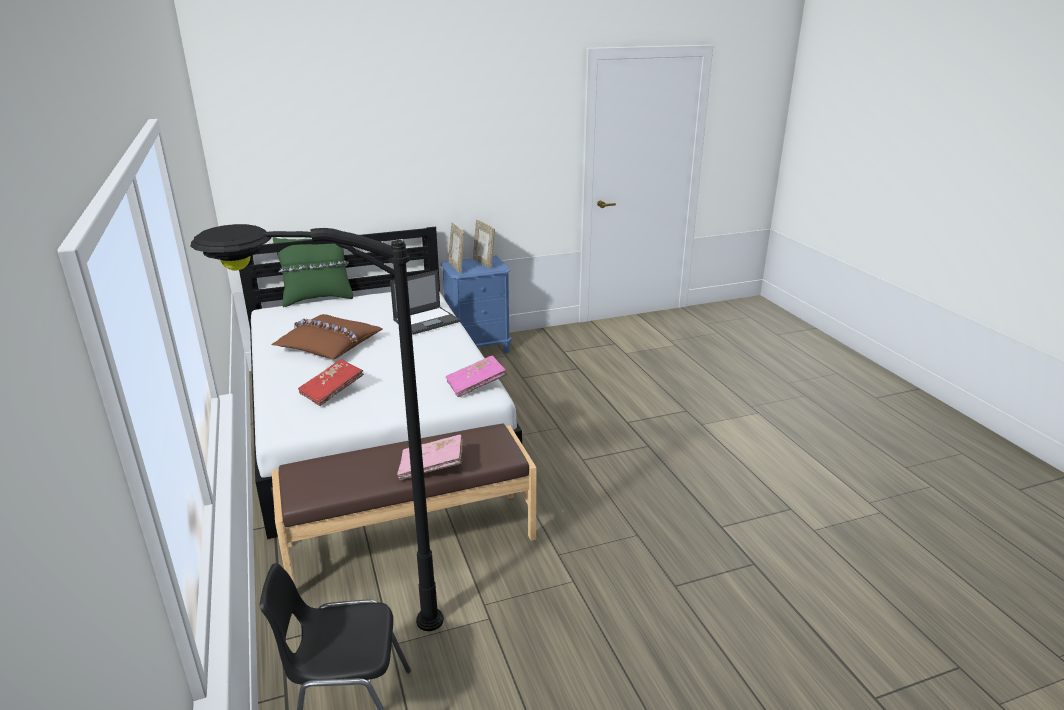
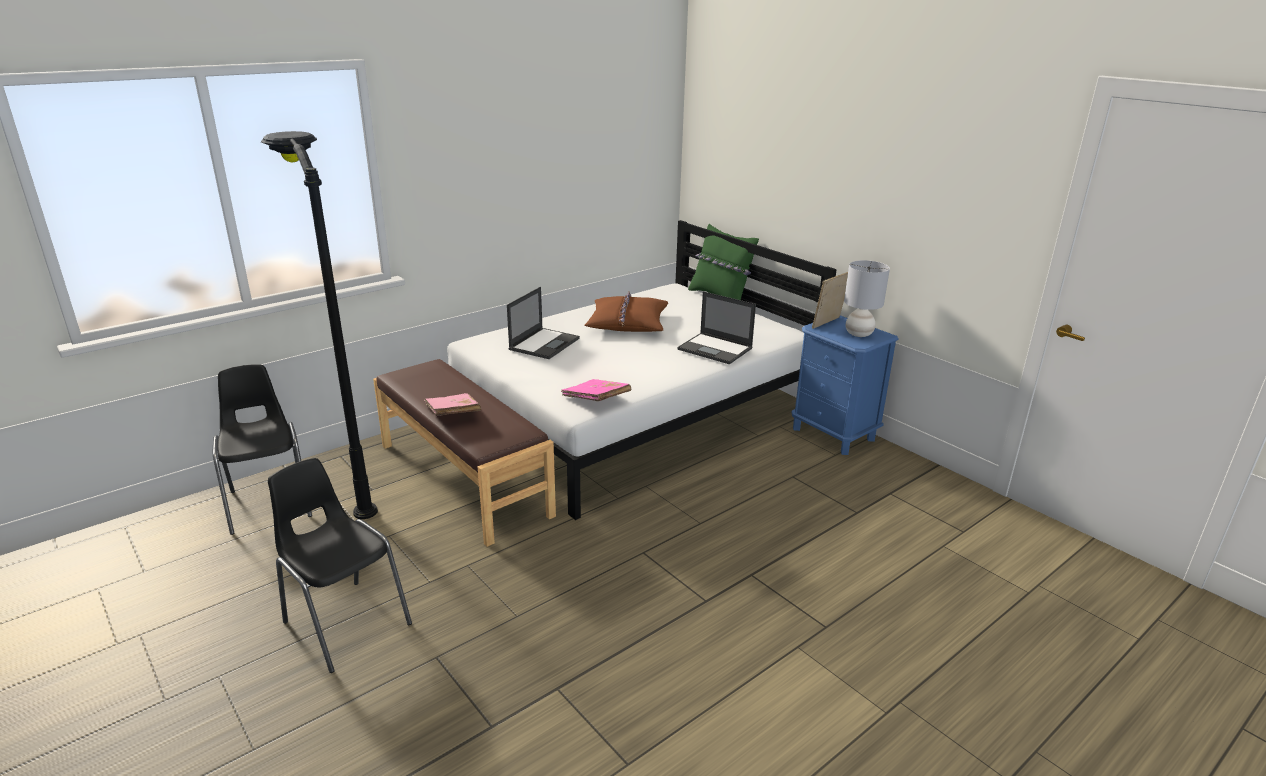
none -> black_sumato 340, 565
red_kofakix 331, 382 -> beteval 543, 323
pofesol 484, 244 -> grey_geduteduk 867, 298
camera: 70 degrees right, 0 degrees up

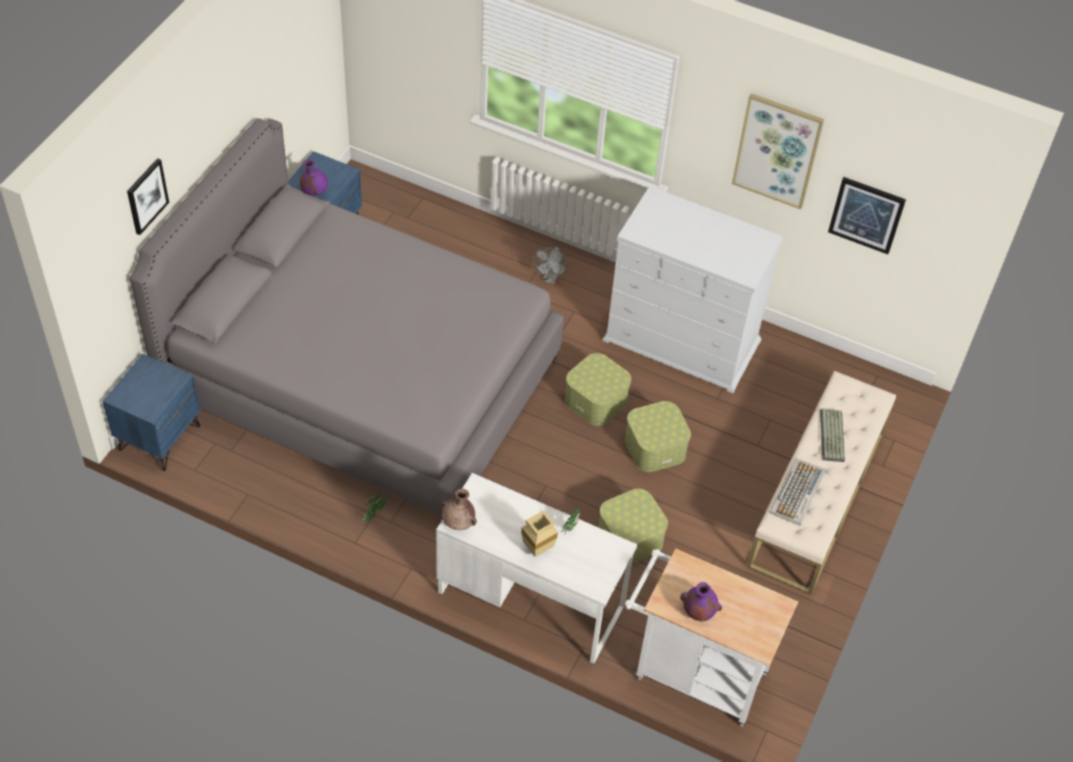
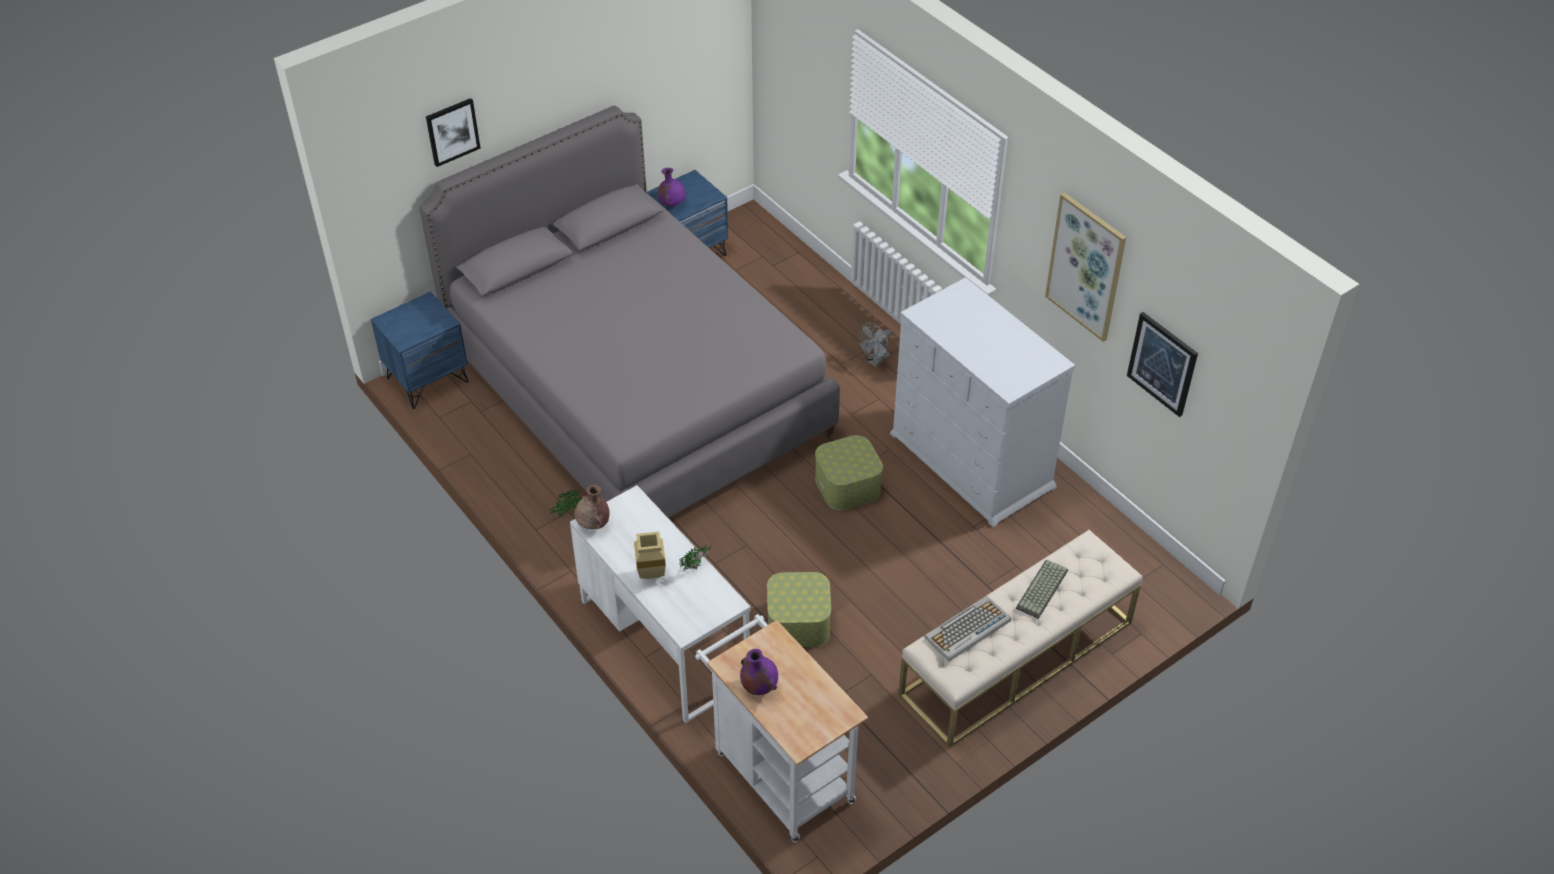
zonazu 658, 436 -> none
camera: 30 degrees right, 5 degrees down

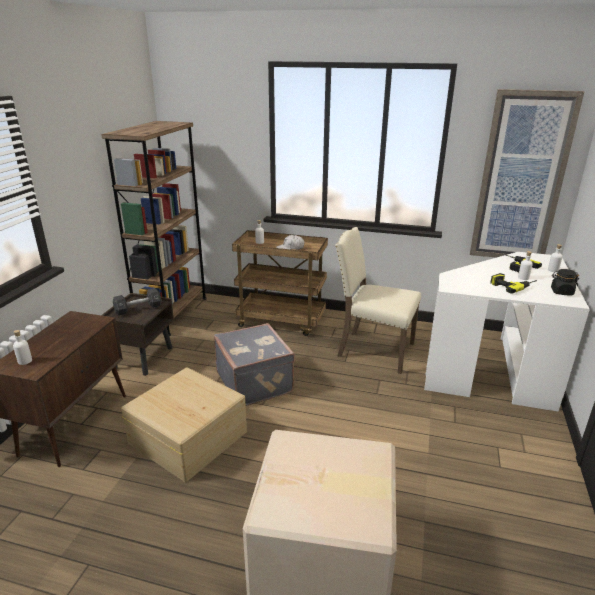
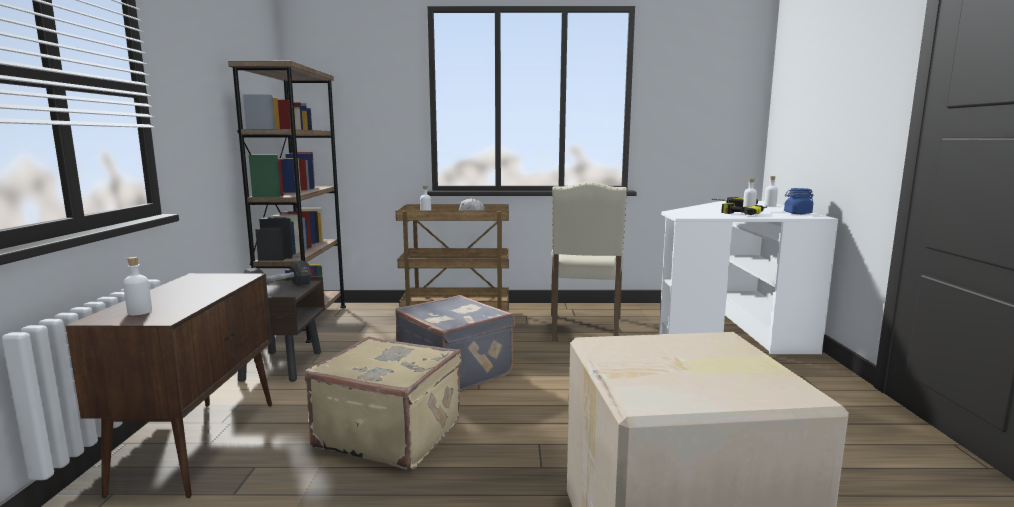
beige_zonazu 184, 424 -> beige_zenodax 383, 403
beige_sumato 378, 300 -> beige_sumato 589, 261, 90 degrees counterclockwise
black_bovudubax 565, 282 -> blue_bovudubax 799, 201
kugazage 527, 173 -> none
camera: 15 degrees left, 15 degrees down

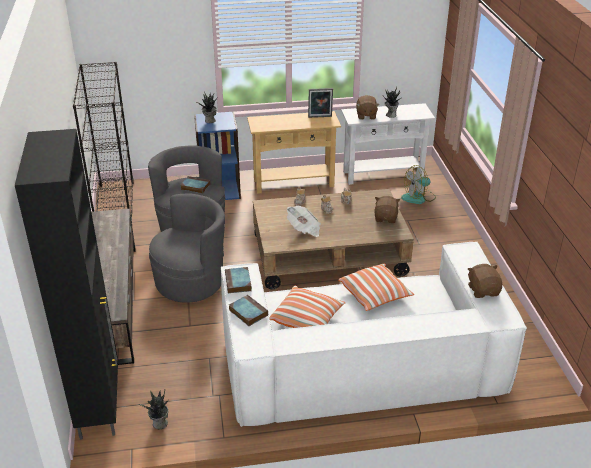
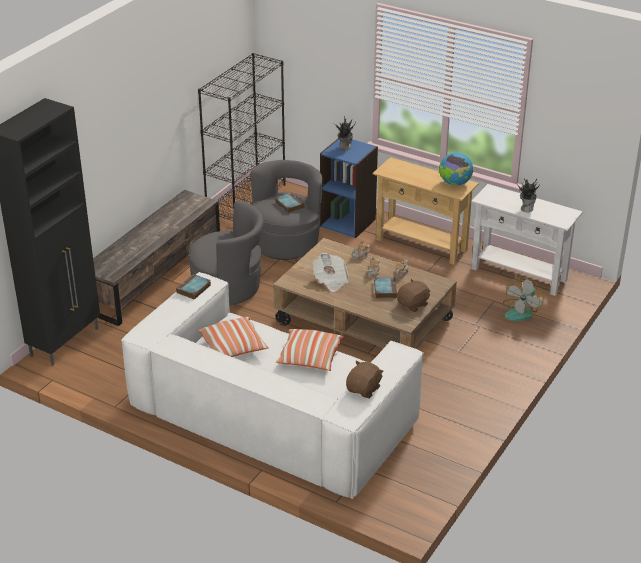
kofakix 248, 310 -> kofakix 385, 287, shifted
pofesol 320, 103 -> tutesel 456, 169
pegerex 418, 184 -> pegerex 523, 299, 75 degrees counterclockwise
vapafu 153, 409 -> none
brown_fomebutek 367, 107 -> none
camera: 40 degrees right, 0 degrees up

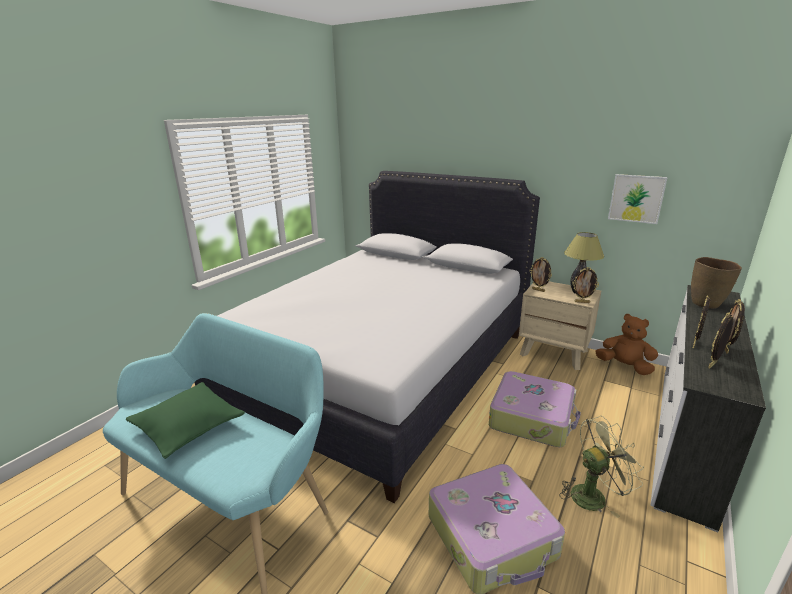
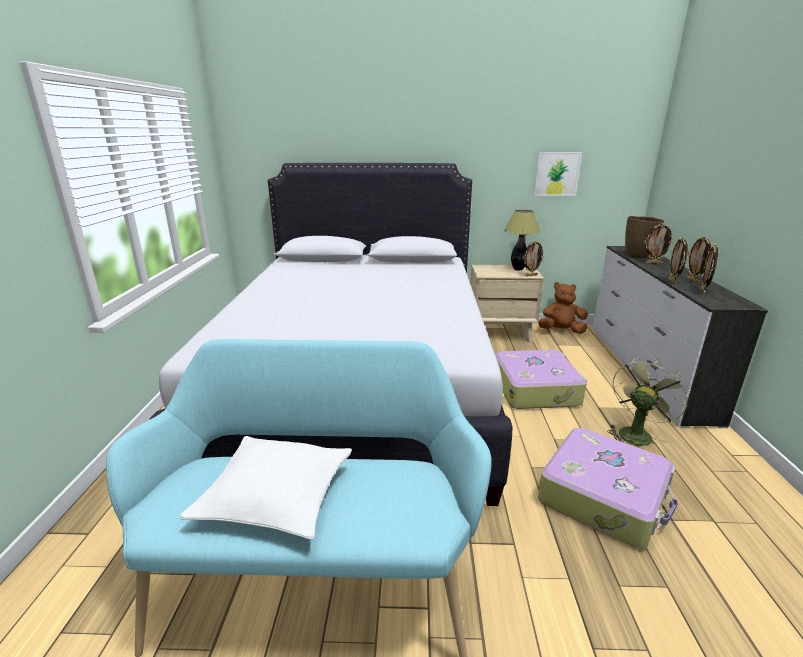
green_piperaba 185, 420 -> white_piperaba 266, 488
pofesol 540, 274 -> pofesol 659, 243, shifted
camera: 30 degrees left, 0 degrees up

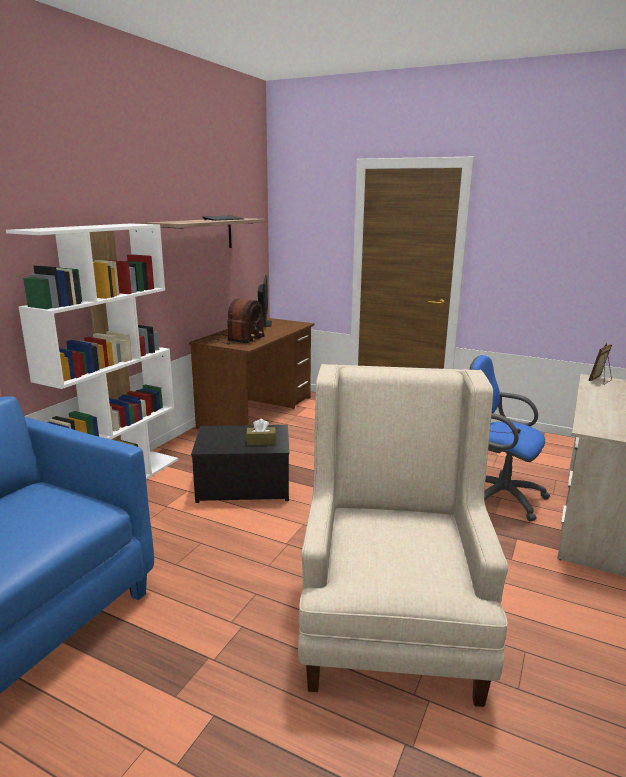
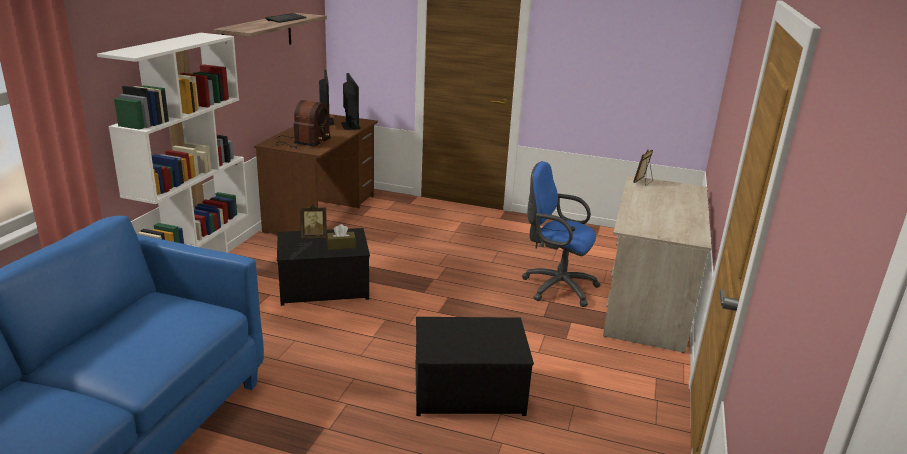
none -> pofesol 313, 221
none -> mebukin 351, 101
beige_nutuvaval 403, 535 -> zonazu 474, 366
camera: 10 degrees left, 5 degrees up

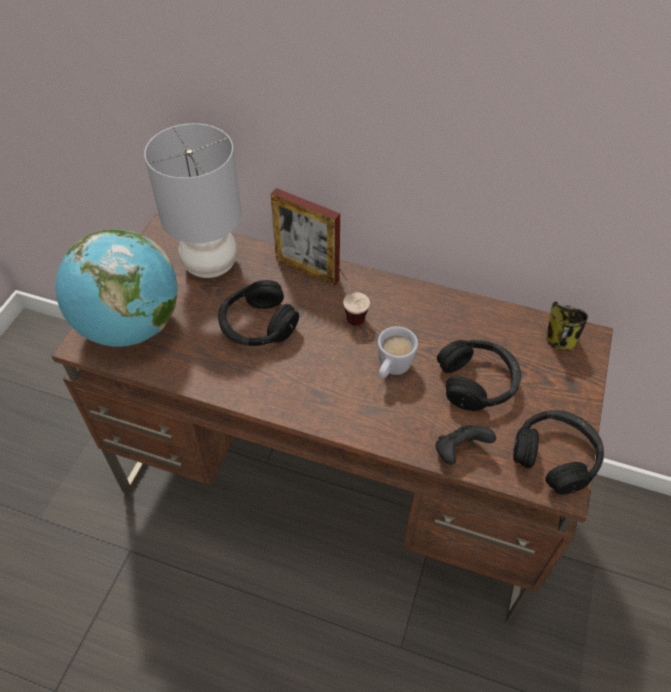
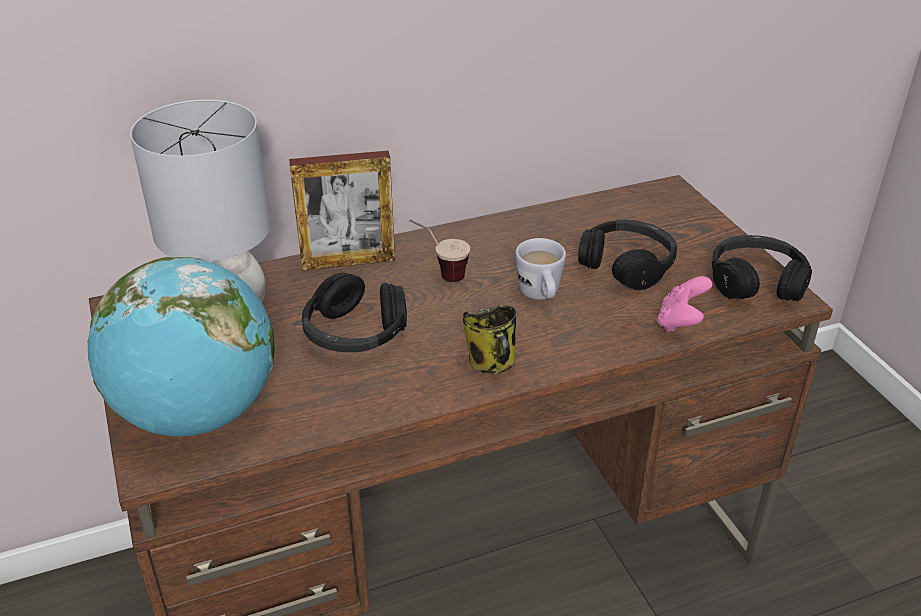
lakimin 567, 326 -> lakimin 489, 339, shifted
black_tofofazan 465, 445 -> pink_tofofazan 684, 304
camera: 40 degrees left, 15 degrees down

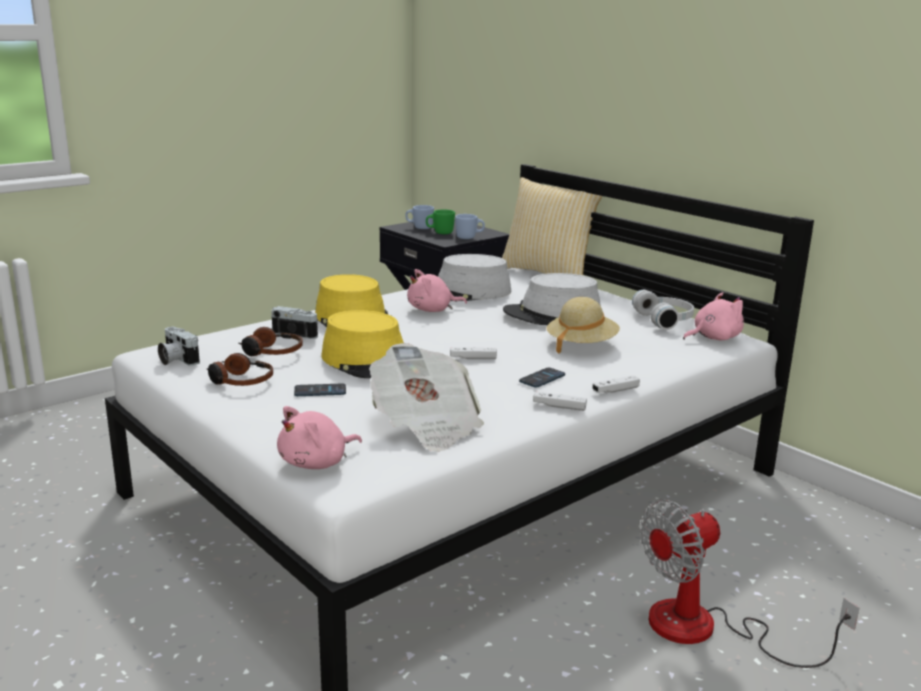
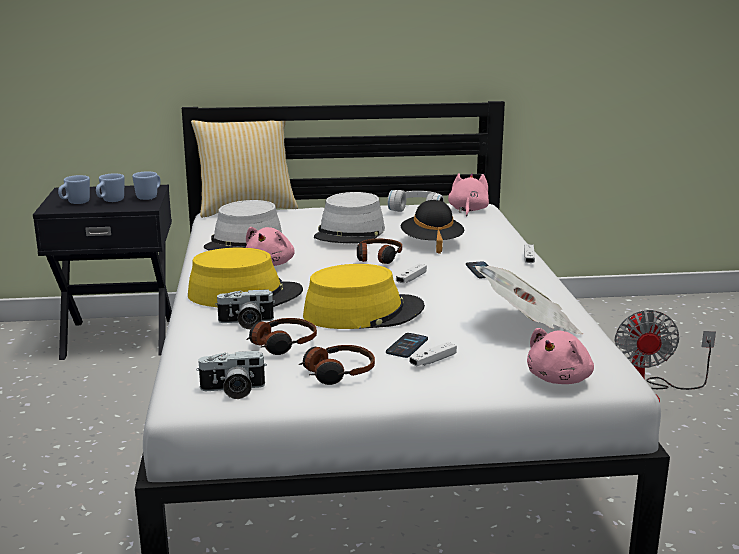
green_lakimin 440, 221 -> blue_lakimin 110, 188
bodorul 295, 322 -> bodorul 245, 309, 150 degrees counterclockwise
none -> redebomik 379, 251
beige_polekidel 583, 325 -> black_polekidel 432, 227
white_tofofazan 560, 401 -> white_tofofazan 433, 354, shifted
pink_fomebutek 319, 437 -> pink_fomebutek 560, 356, 45 degrees clockwise
camera: 55 degrees left, 0 degrees up

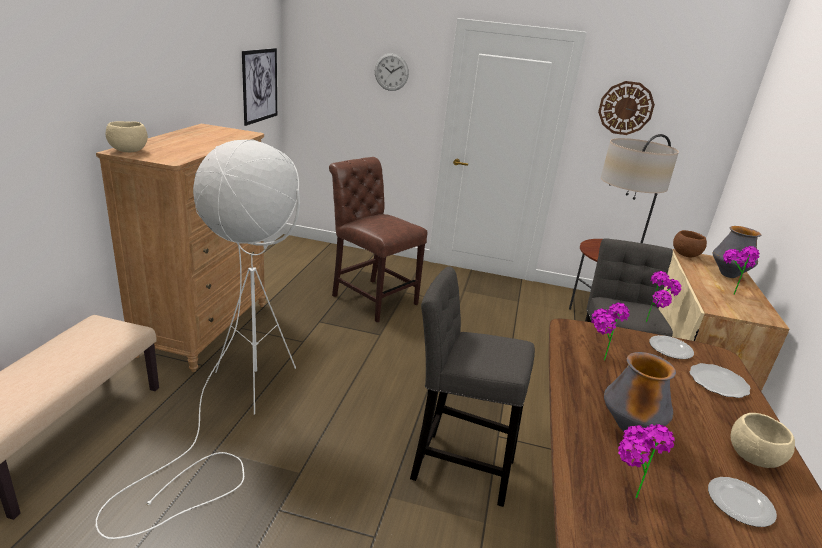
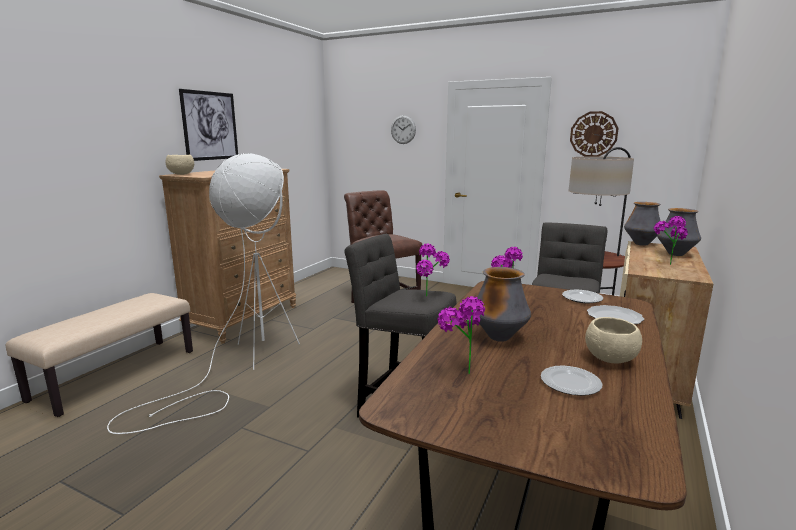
kugazage 259, 87 -> kugazage 208, 125, shifted
vapafu 664, 296 -> vapafu 433, 270, shifted
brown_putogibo 690, 243 -> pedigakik 642, 224
camera: 15 degrees right, 10 degrees down

